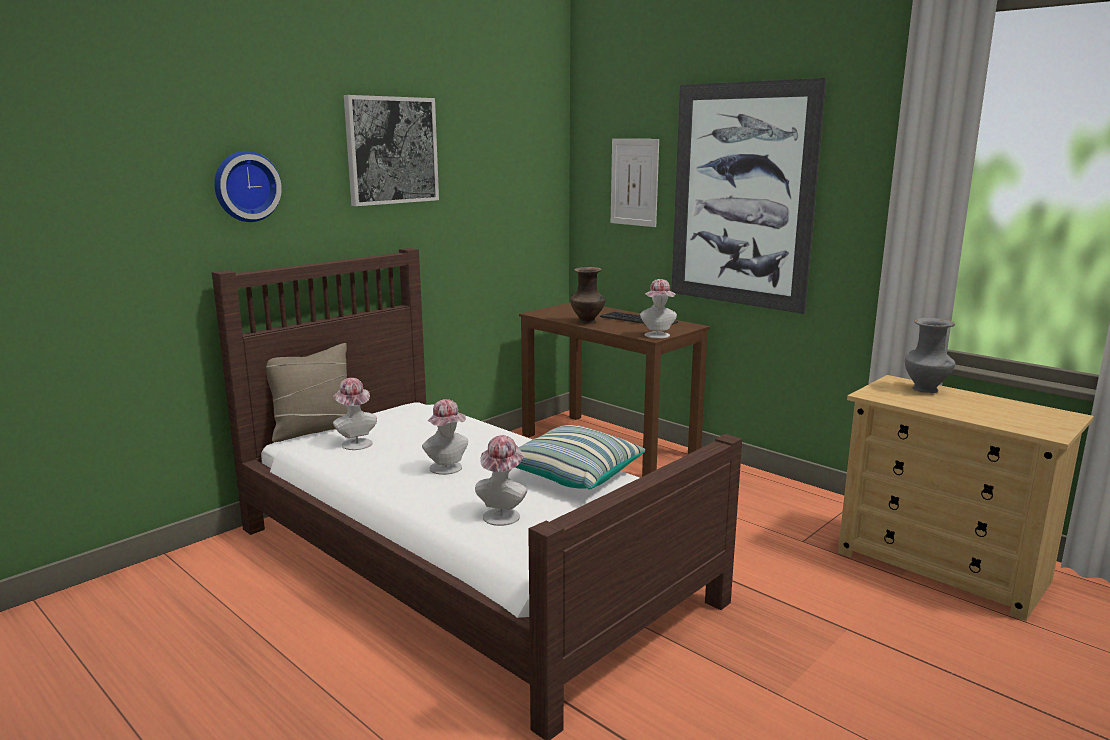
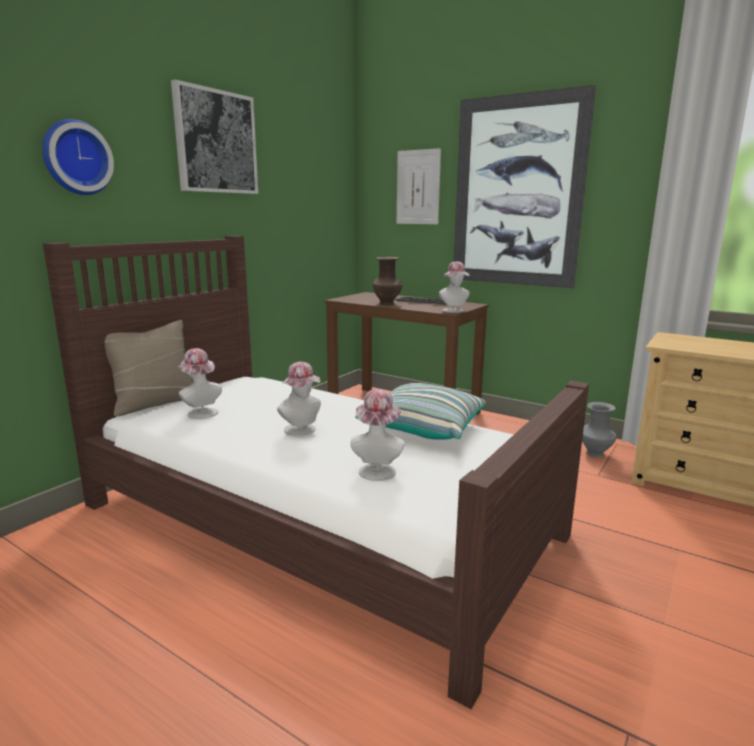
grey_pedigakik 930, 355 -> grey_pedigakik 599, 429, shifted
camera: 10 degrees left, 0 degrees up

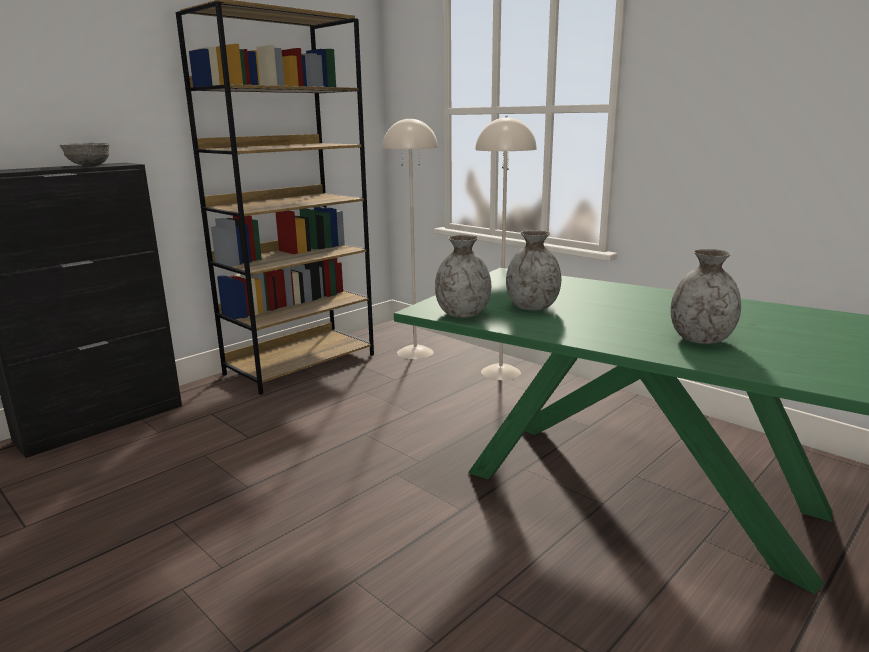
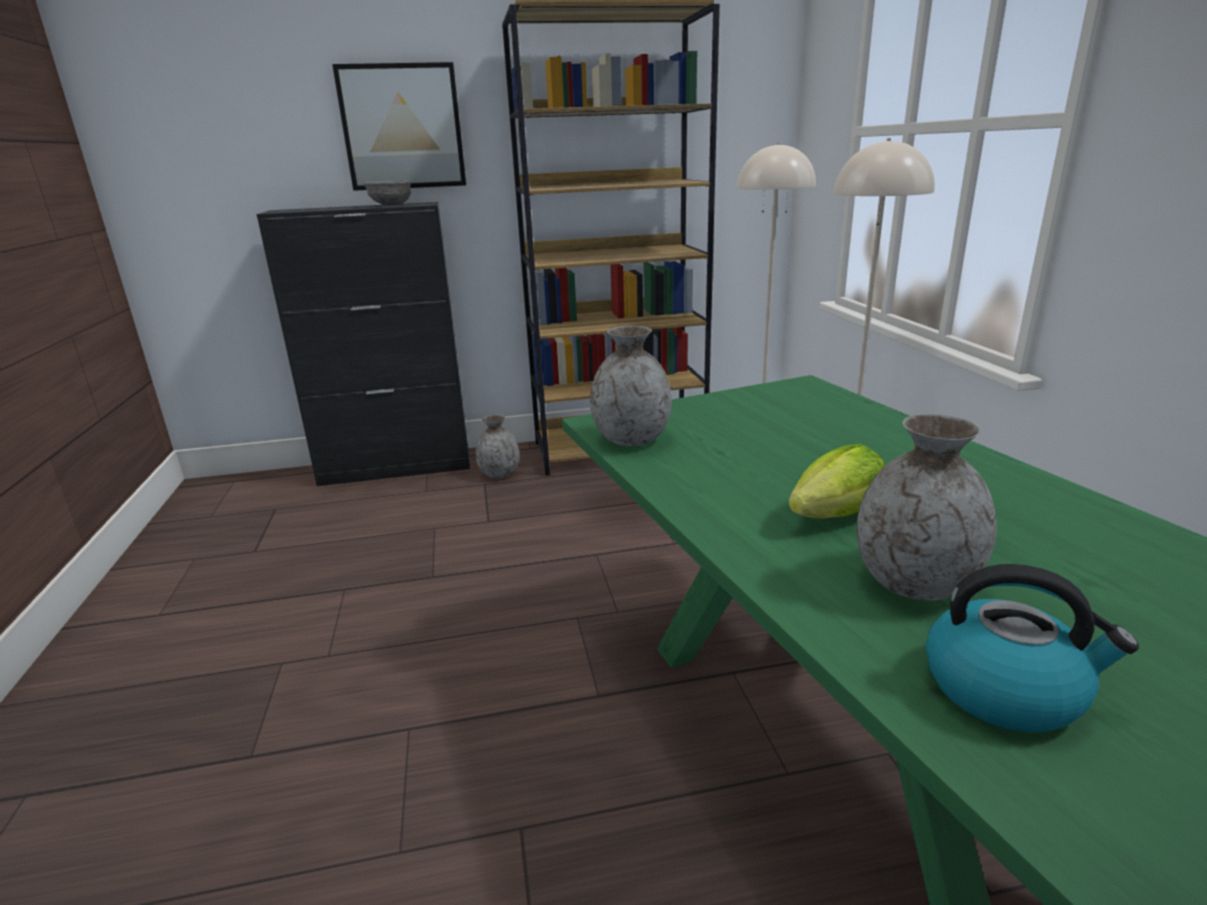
none -> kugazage 399, 126
grey_pedigakik 533, 270 -> grey_pedigakik 497, 446, shifted
none -> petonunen 837, 481
none -> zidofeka 1032, 648
camera: 35 degrees right, 5 degrees up

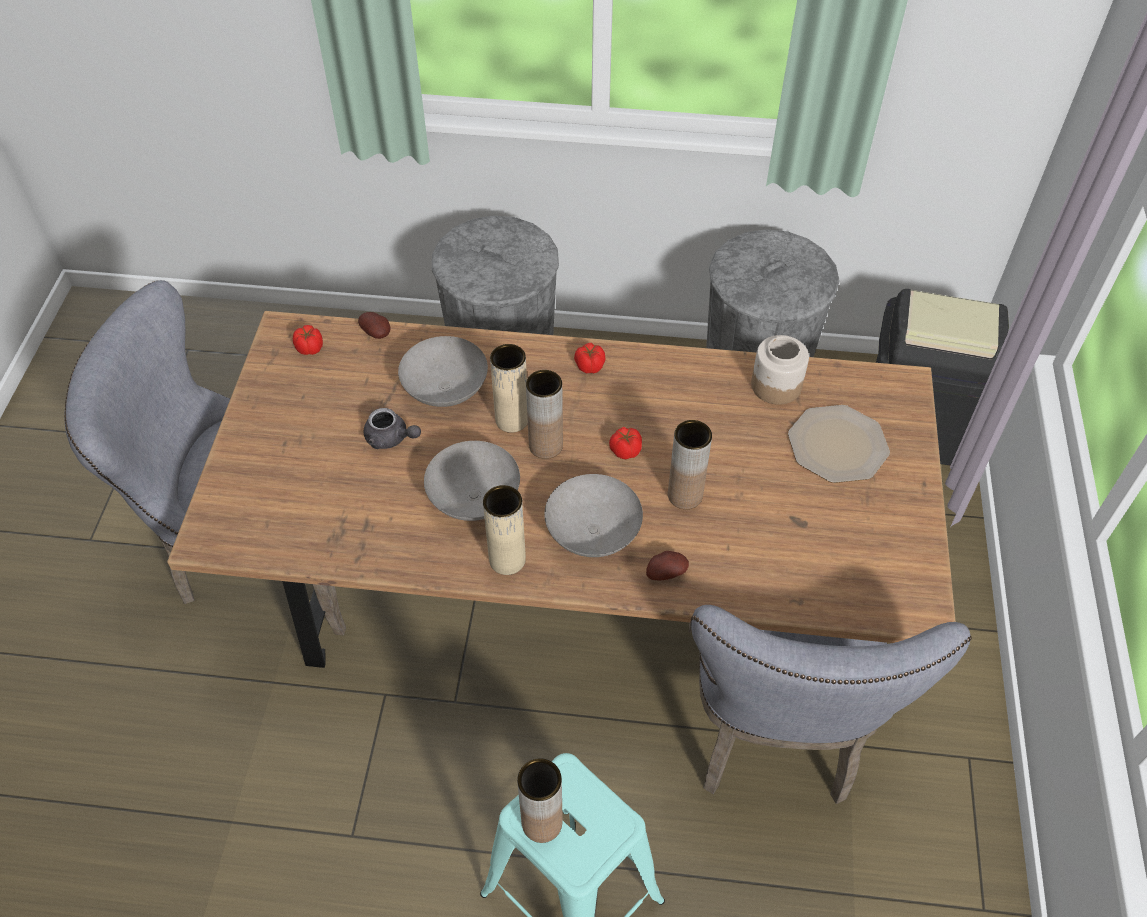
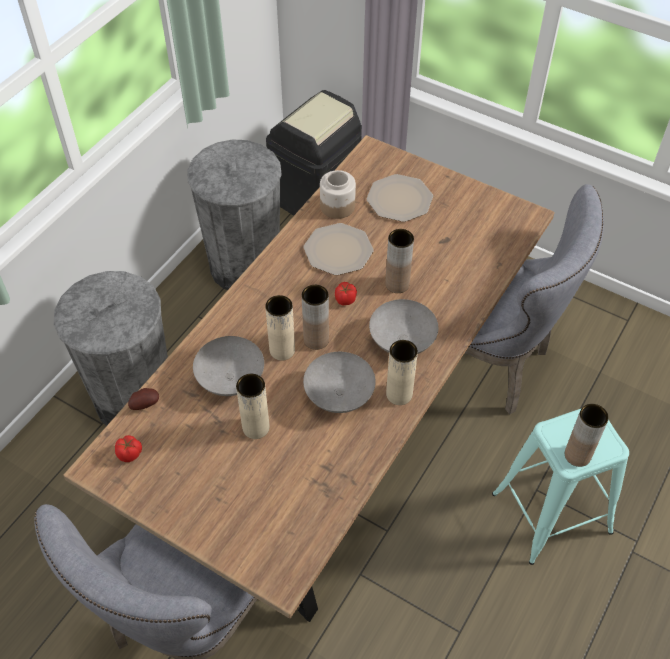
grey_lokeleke 392, 428 -> beige_pedigakik 252, 406
none -> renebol 338, 249
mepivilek 590, 358 -> none
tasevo 667, 565 -> none
camera: 65 degrees left, 0 degrees up

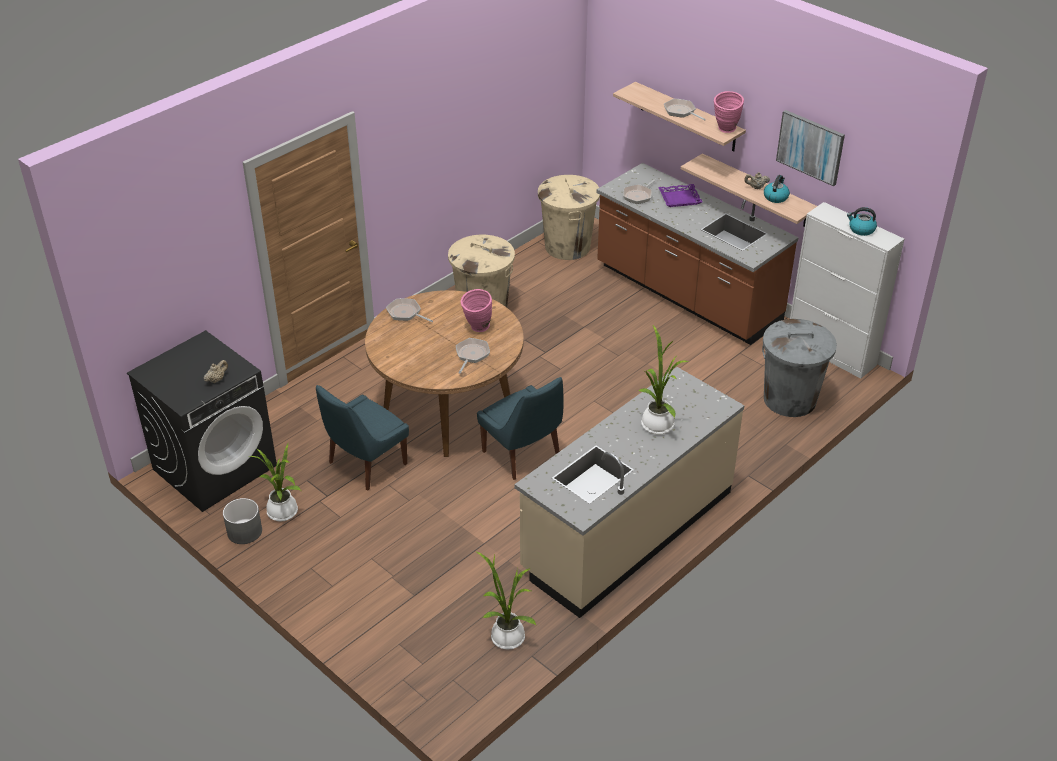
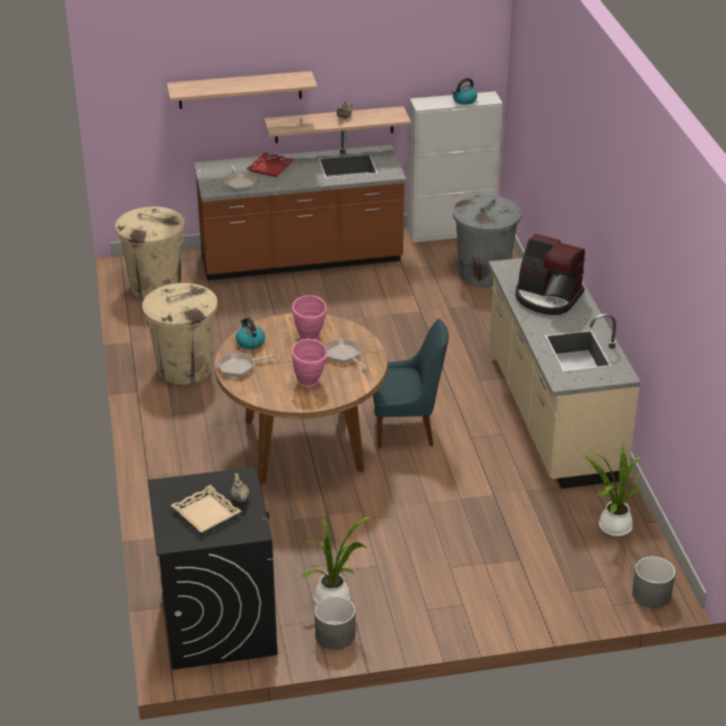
none -> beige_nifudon 206, 508
zidofeka 777, 189 -> zidofeka 250, 333, shifted
purple_nifudon 680, 195 -> red_nifudon 270, 164
pink_pedigakik 729, 112 -> pink_pedigakik 310, 363, shifted
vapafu 664, 380 -> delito 550, 274
none -> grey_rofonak 653, 582
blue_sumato 362, 437 -> none
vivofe 685, 110 -> none
kugazage 810, 148 -> none
camera: 55 degrees left, 5 degrees down

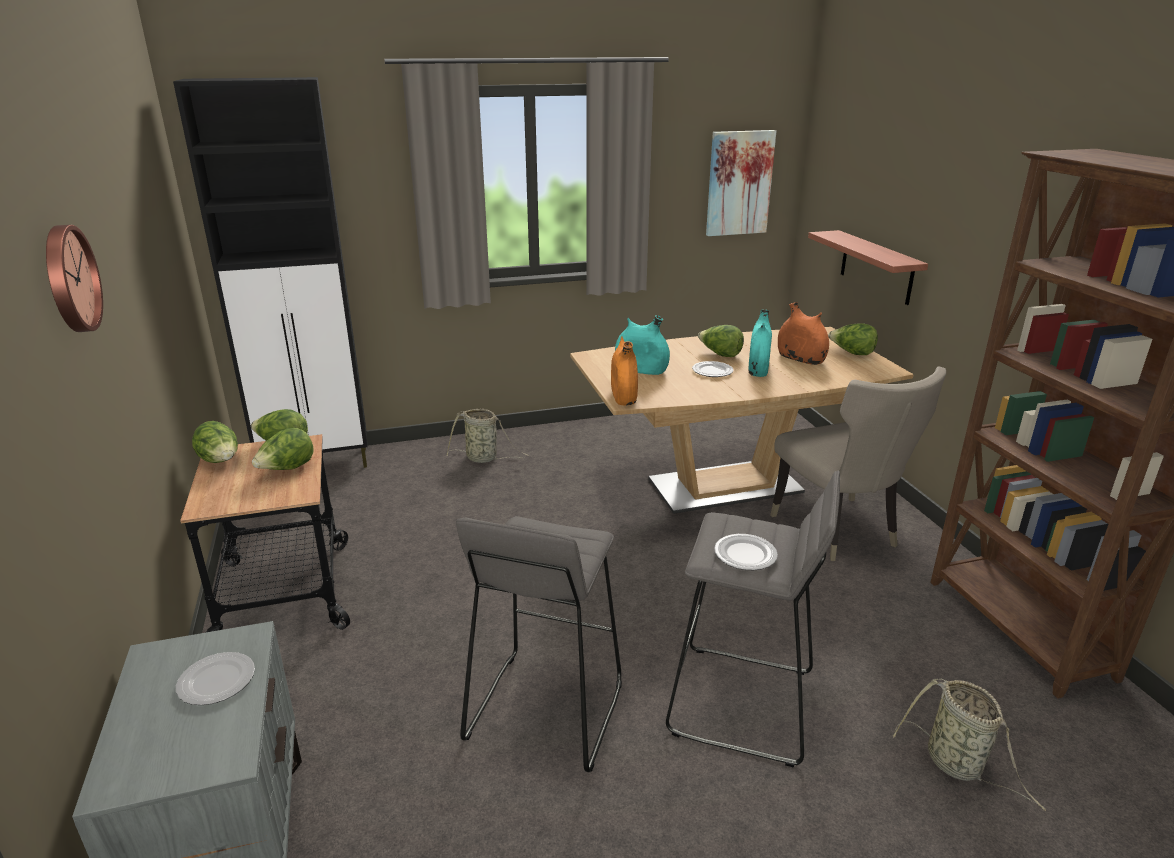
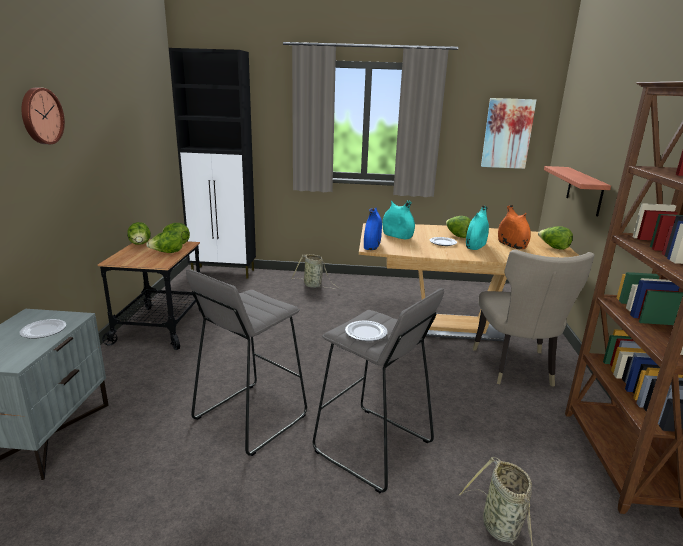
orange_pedigakik 624, 371 -> blue_pedigakik 373, 229
camera: 20 degrees right, 5 degrees down

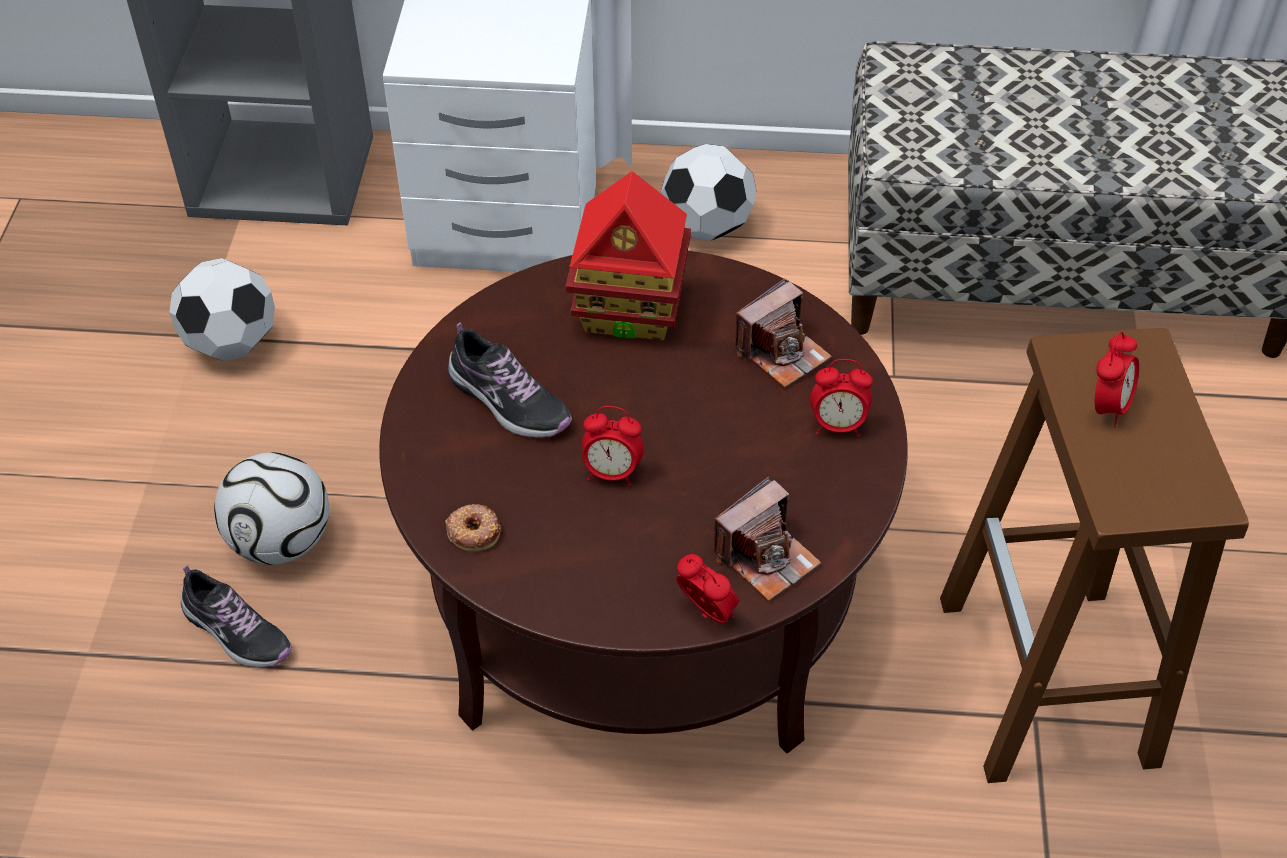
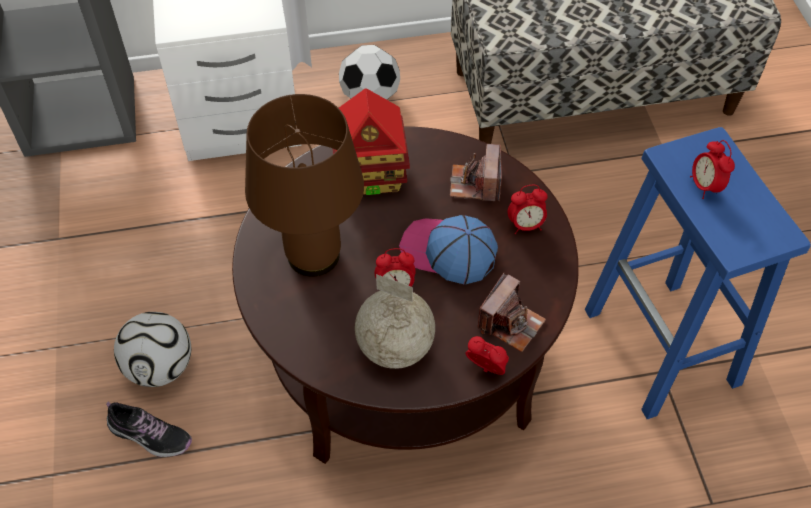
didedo 510, 380 -> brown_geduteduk 304, 185
none -> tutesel 395, 321
none -> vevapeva 448, 249
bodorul 783, 333 -> bodorul 476, 172, 150 degrees clockwise
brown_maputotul 1094, 555 -> blue_maputotul 698, 273
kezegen 1117, 379 -> kezegen 712, 169, 150 degrees clockwise
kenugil 222, 309 -> none
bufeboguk 473, 527 -> none
camera: 15 degrees left, 5 degrees up

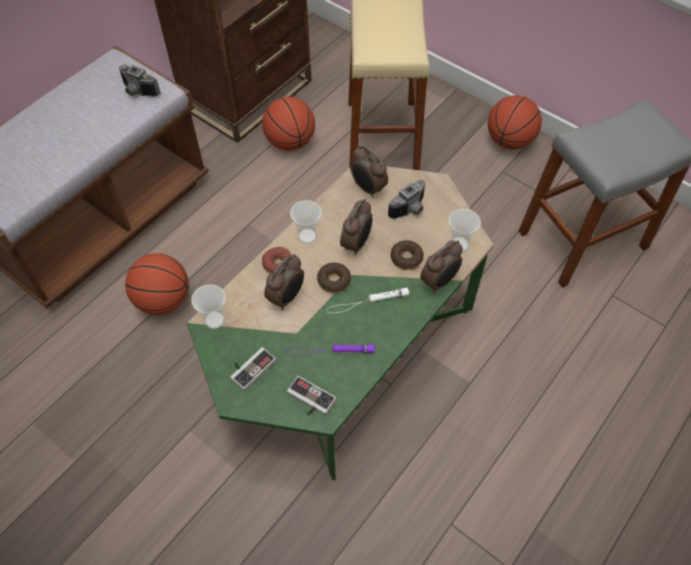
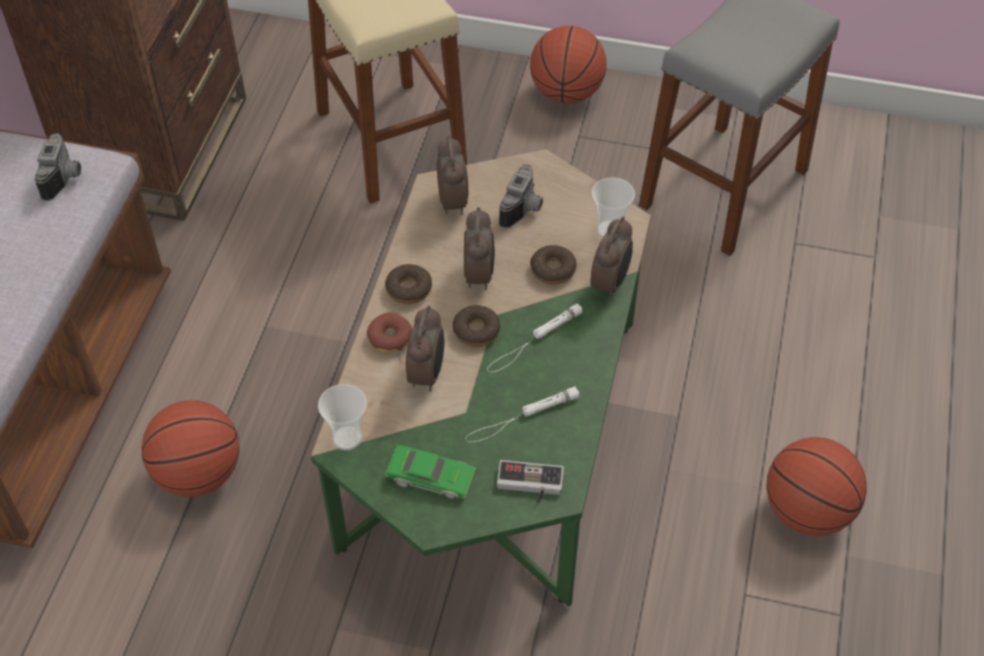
bodorul 139, 81 -> bodorul 58, 167, 90 degrees counterclockwise
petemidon 305, 222 -> bufeboguk 408, 284
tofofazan 253, 369 -> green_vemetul 430, 472
kezegen 369, 172 -> kezegen 452, 175, 120 degrees counterclockwise
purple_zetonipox 330, 351 -> white_zetonipox 522, 414
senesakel 288, 124 -> senesakel 816, 486, shifted
camera: 25 degrees left, 5 degrees down

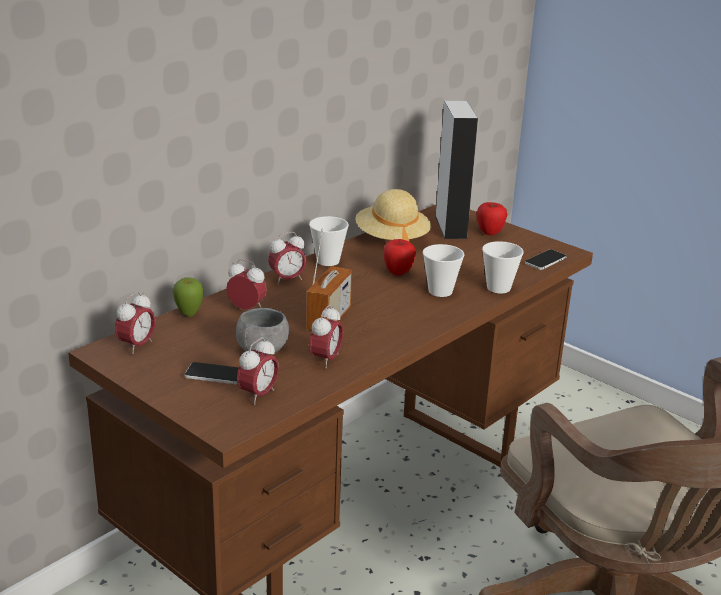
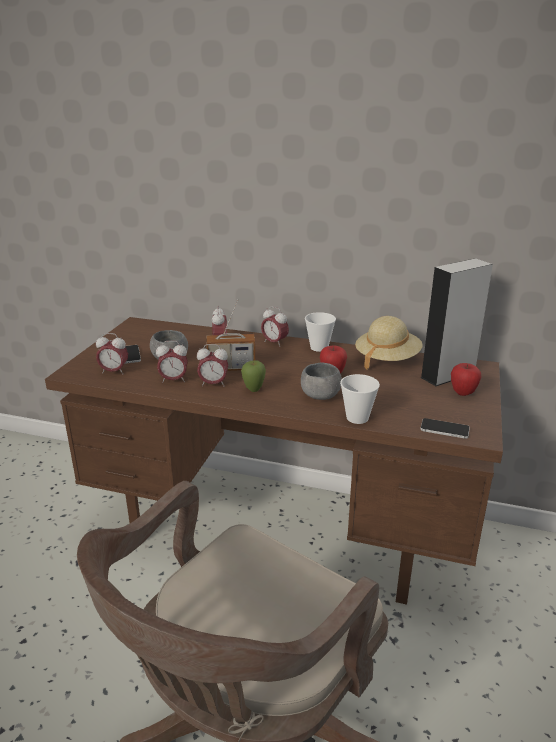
kezegen 135, 322 -> kezegen 212, 365, shifted
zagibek 188, 297 -> zagibek 253, 376, shifted
petemidon 443, 270 -> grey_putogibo 321, 381
camera: 65 degrees right, 0 degrees up

